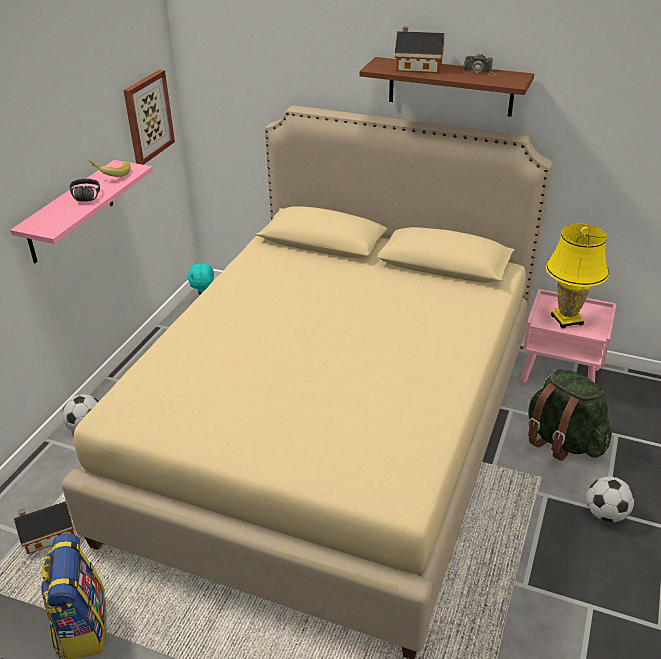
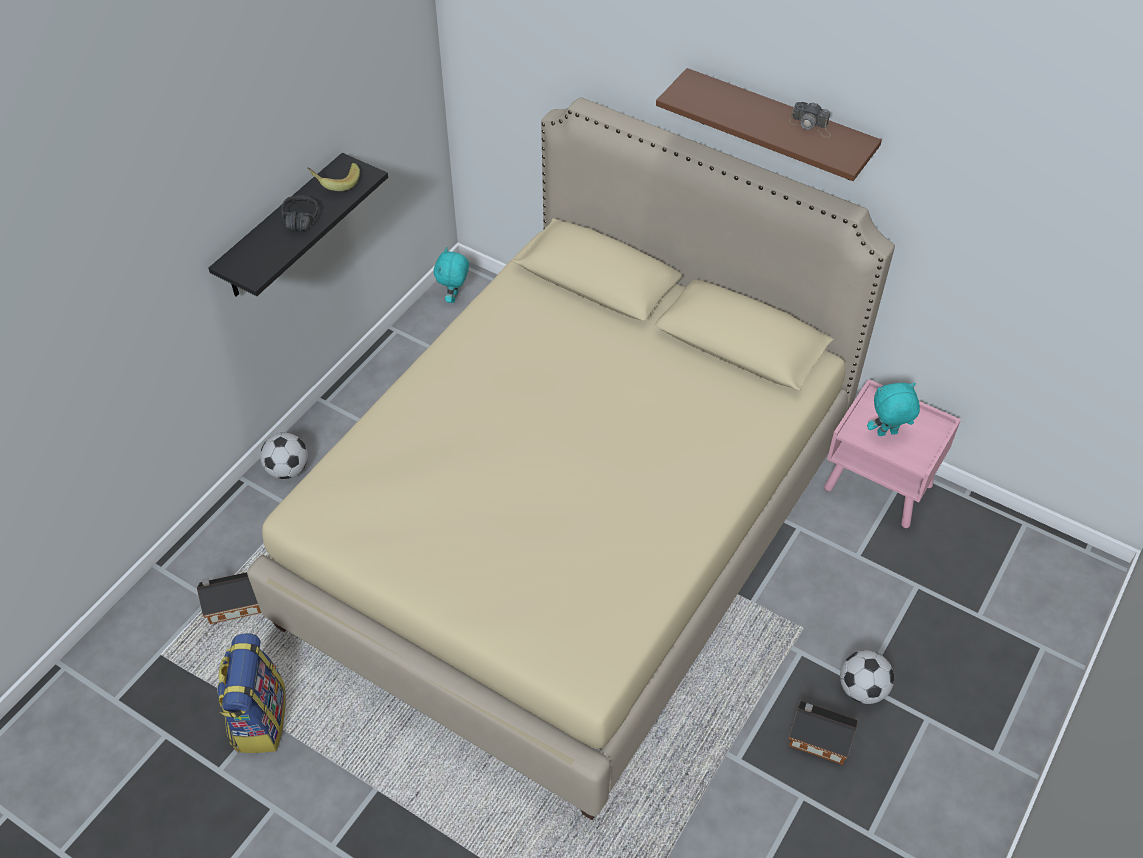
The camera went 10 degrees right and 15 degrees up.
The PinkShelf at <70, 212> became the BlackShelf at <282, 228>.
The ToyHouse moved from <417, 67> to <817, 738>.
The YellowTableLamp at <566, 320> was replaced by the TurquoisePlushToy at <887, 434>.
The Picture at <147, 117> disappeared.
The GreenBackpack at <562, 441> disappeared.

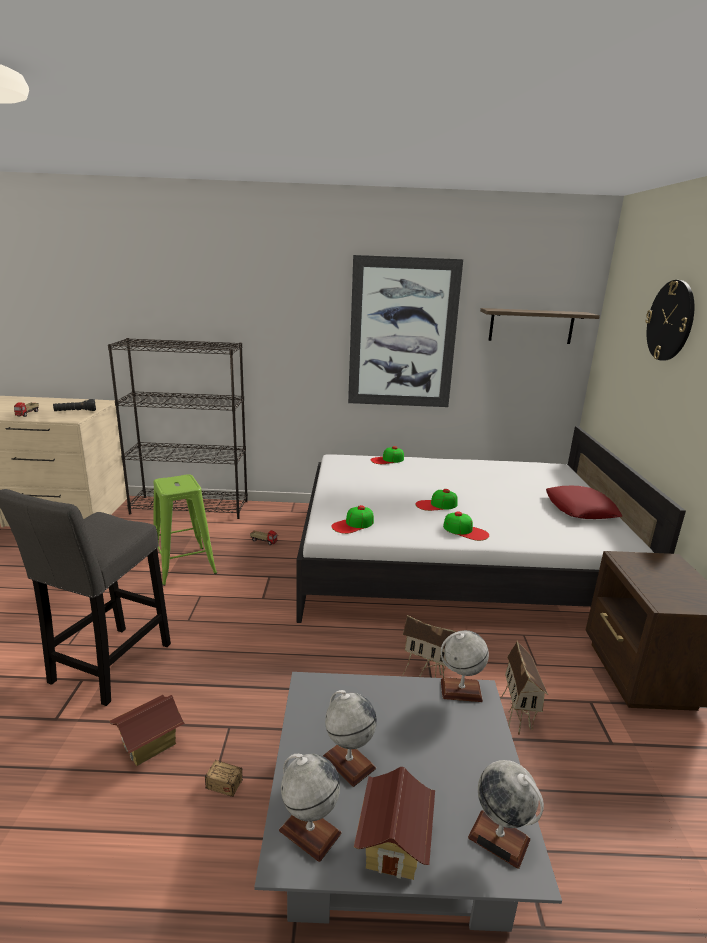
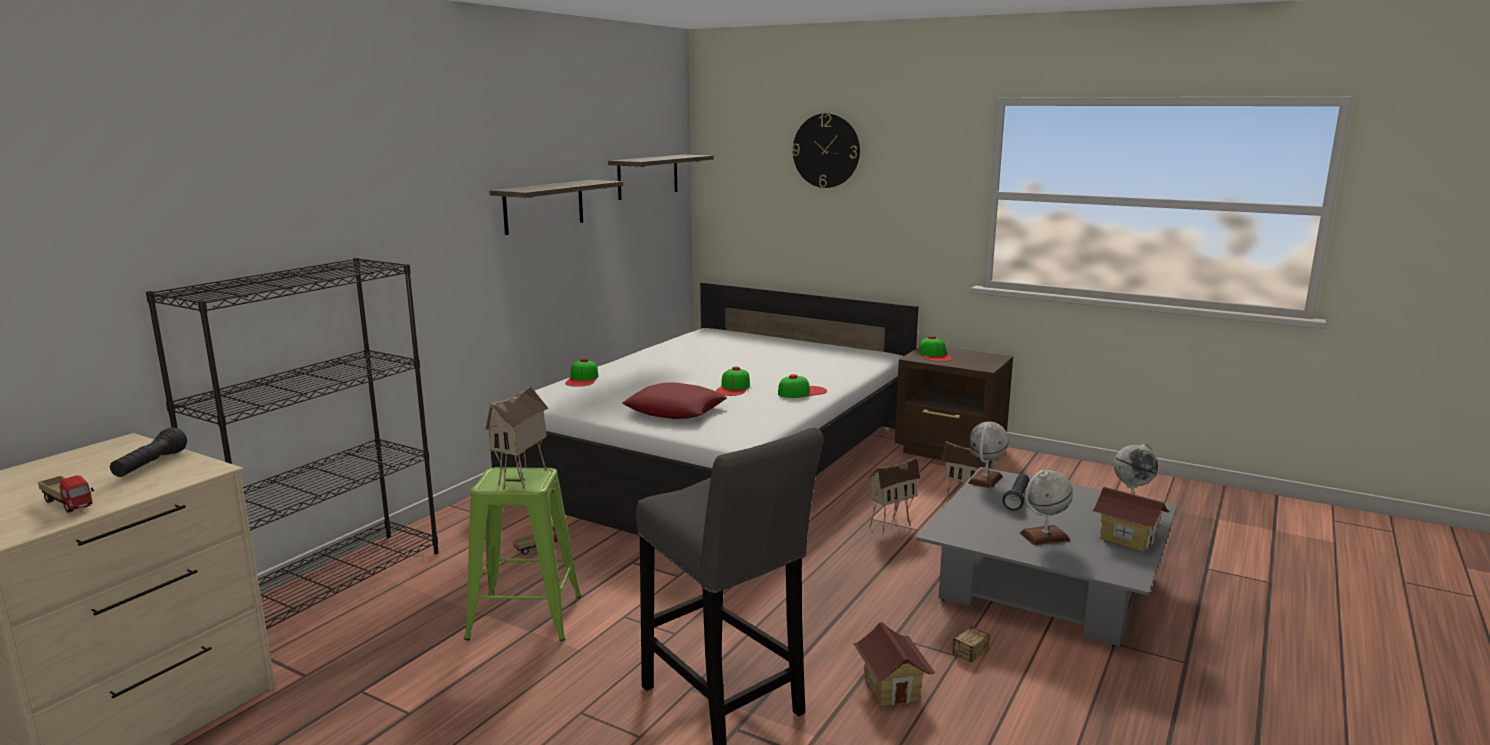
The camera went 60 degrees left and 5 degrees down.
The ToyHouse at <523, 480> appeared.
The Picture at <402, 334> was replaced by the Shelf at <544, 206>.
The RedPillow moved from <580, 509> to <675, 410>.
The Cap moved from <353, 524> to <935, 355>.
The BlackFlashlight at <1017, 499> appeared.
The Globe at <309, 831> disappeared.

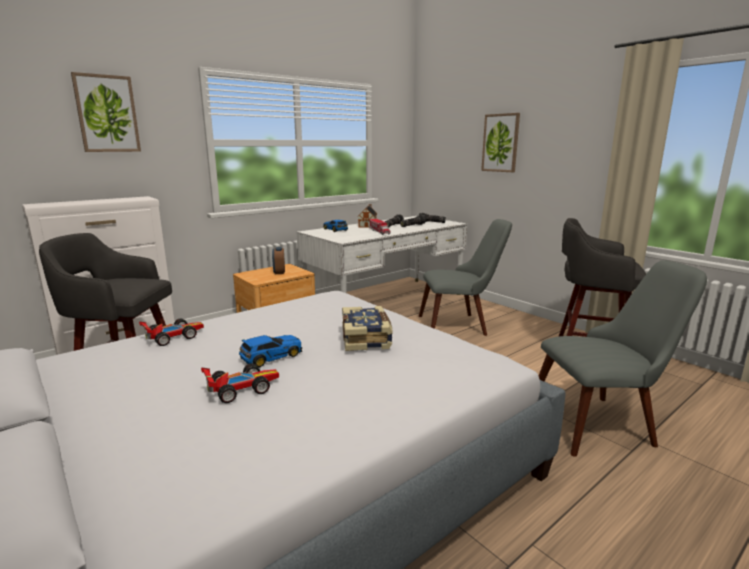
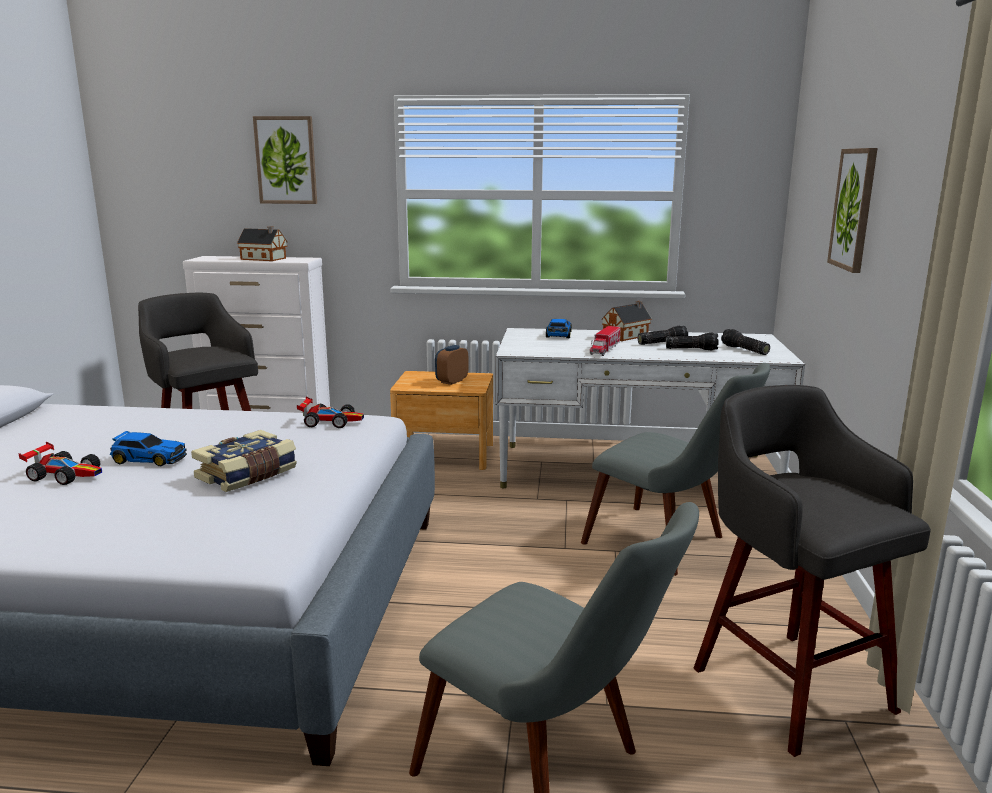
The camera went 45 degrees right and 0 degrees up.
The ToyHouse at <264, 259> appeared.
The ToyCar moved from <173, 337> to <331, 421>.

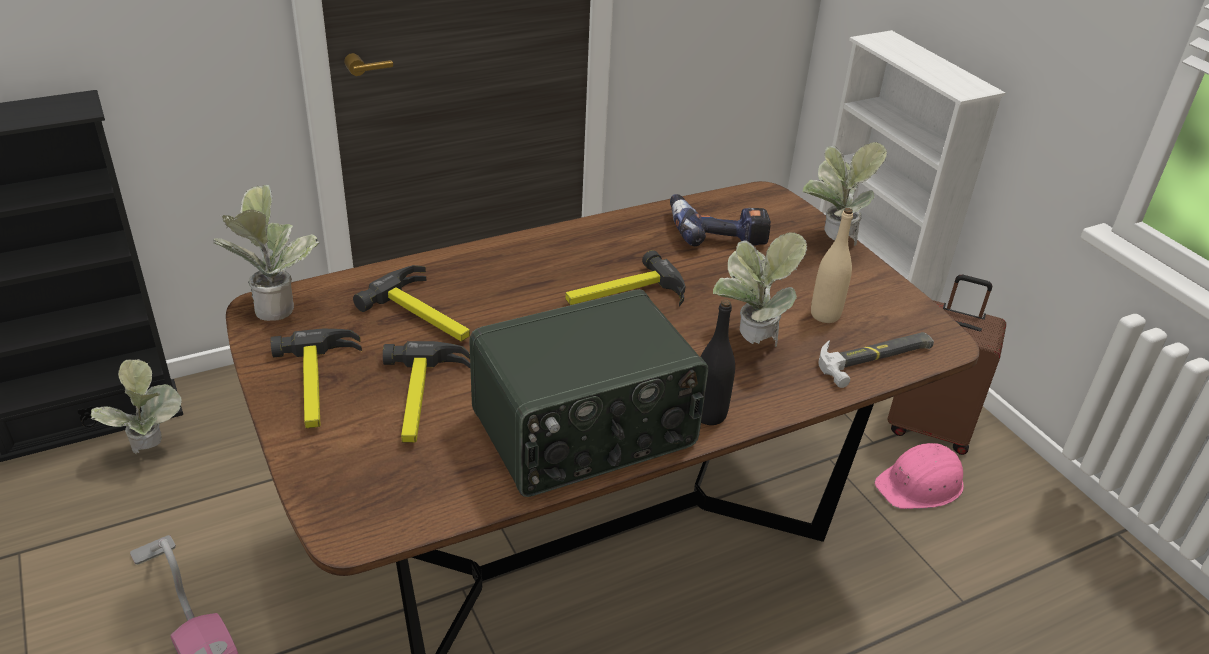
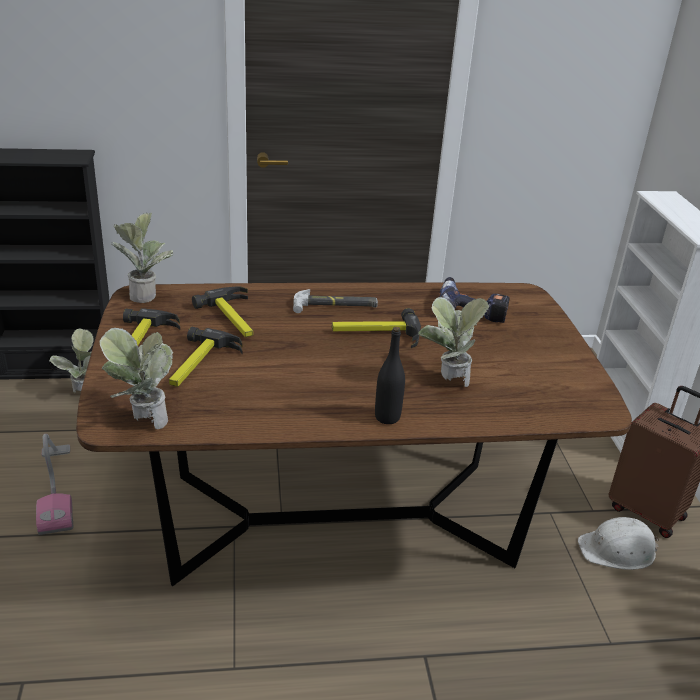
The camera went 20 degrees right and 5 degrees down.
The PottedPlant moved from <831, 242> to <142, 421>.
The Hammer moved from <876, 359> to <335, 305>.
The PinkHardHat at <921, 484> became the WhiteHardHat at <618, 550>.
The Radio at <585, 431> disappeared.
The BeigeBottle at <825, 315> disappeared.

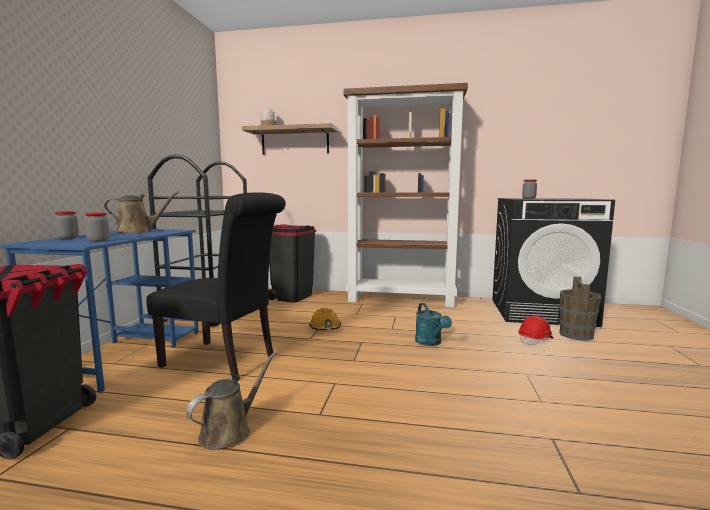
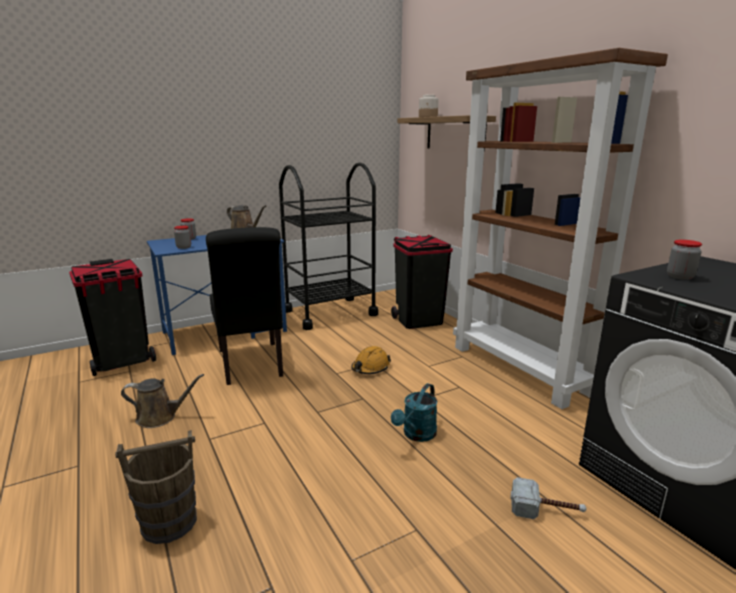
The camera went 50 degrees right and 10 degrees up.
The BrownBucket moved from <576, 335> to <168, 522>.
The RedHardHat at <535, 340> was replaced by the Hammer at <546, 510>.

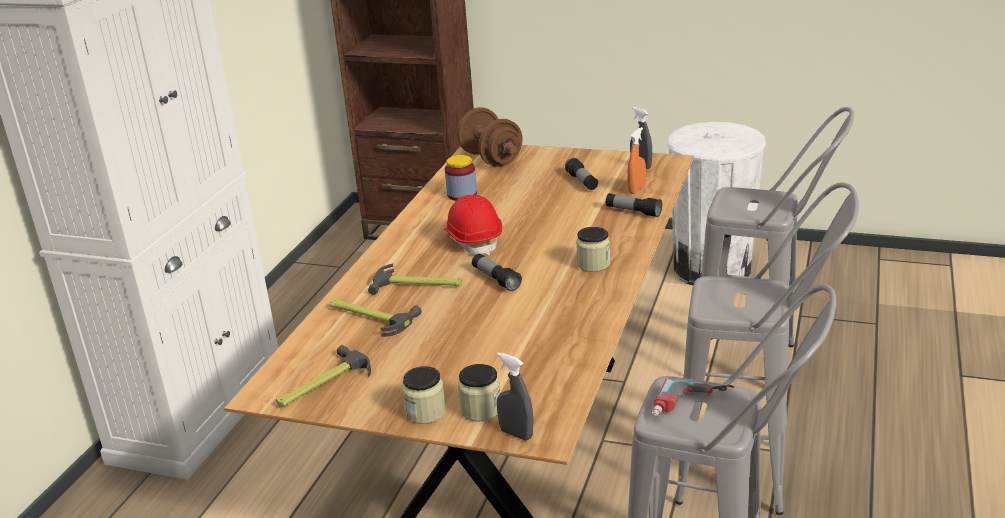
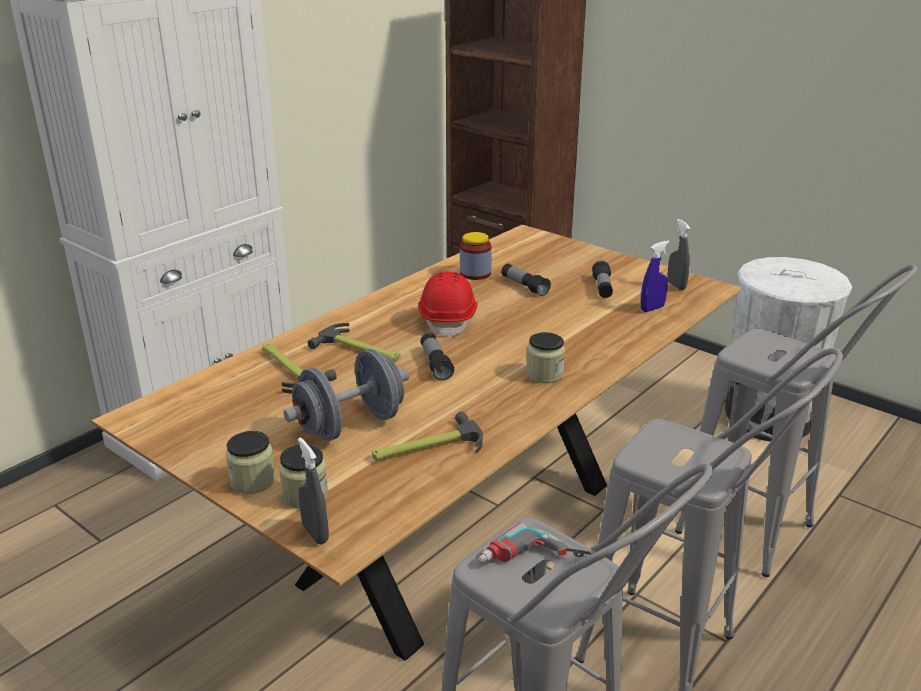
The camera went 20 degrees right and 0 degrees up.
The GreyDumbbell at <350, 425> appeared.
The Hammer moved from <322, 384> to <426, 447>.
The Flashlight moved from <633, 212> to <524, 286>.
The OrangeSprayBottle at <636, 190> became the BlueSprayBottle at <652, 308>.
The BrownDumbbell at <491, 159> disappeared.

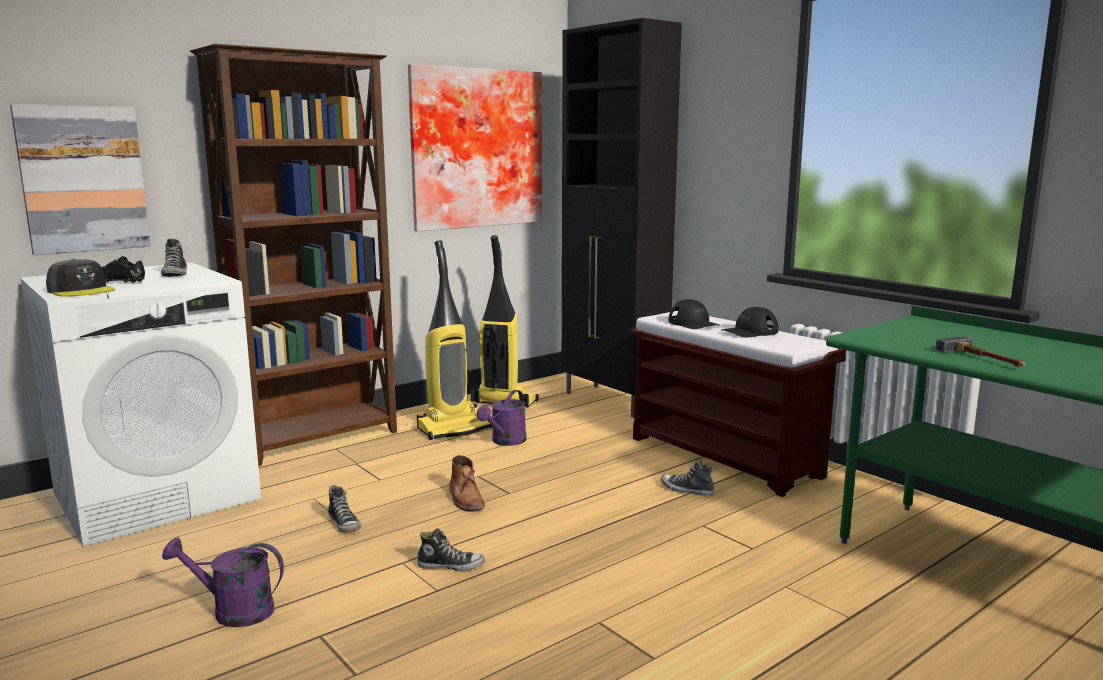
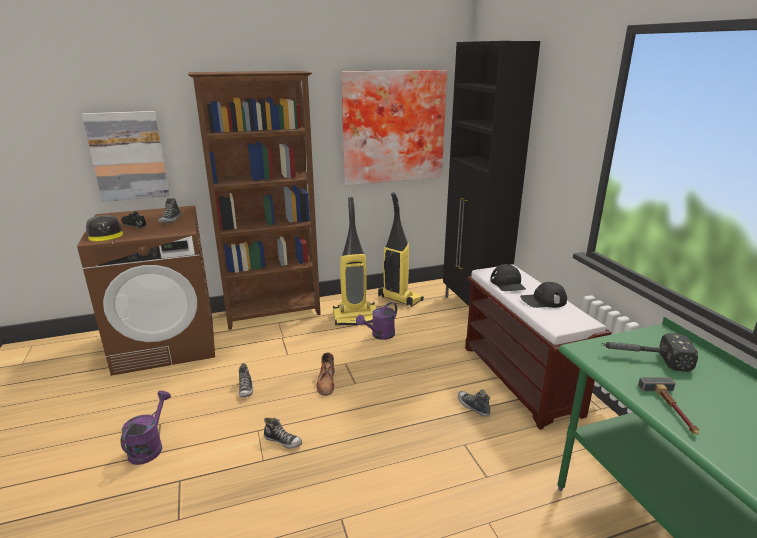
The camera went 20 degrees right and 10 degrees up.
The WhiteWashingMachine at <157, 495> became the BrownWashingMachine at <167, 342>.
The PurpleWateringCan at <233, 611> turned 75 degrees clockwise.
The Hammer at <642, 358> appeared.

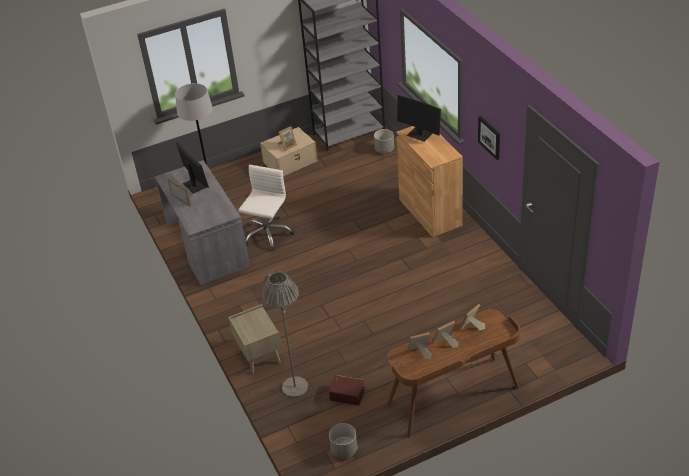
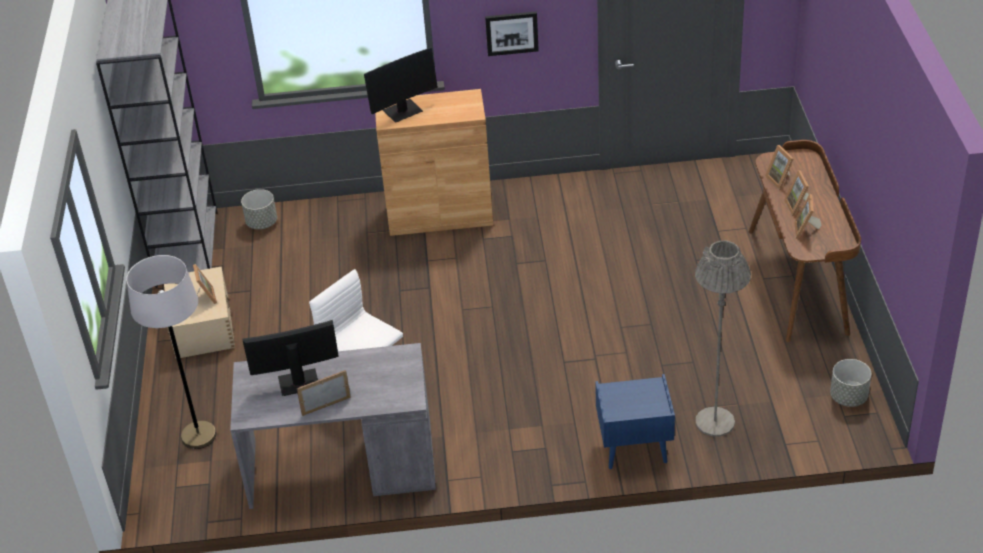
The camera went 70 degrees left and 0 degrees up.
The BeigeNightstand at <258, 356> became the BlueNightstand at <633, 449>.
The BrownStorageBox at <347, 394> disappeared.

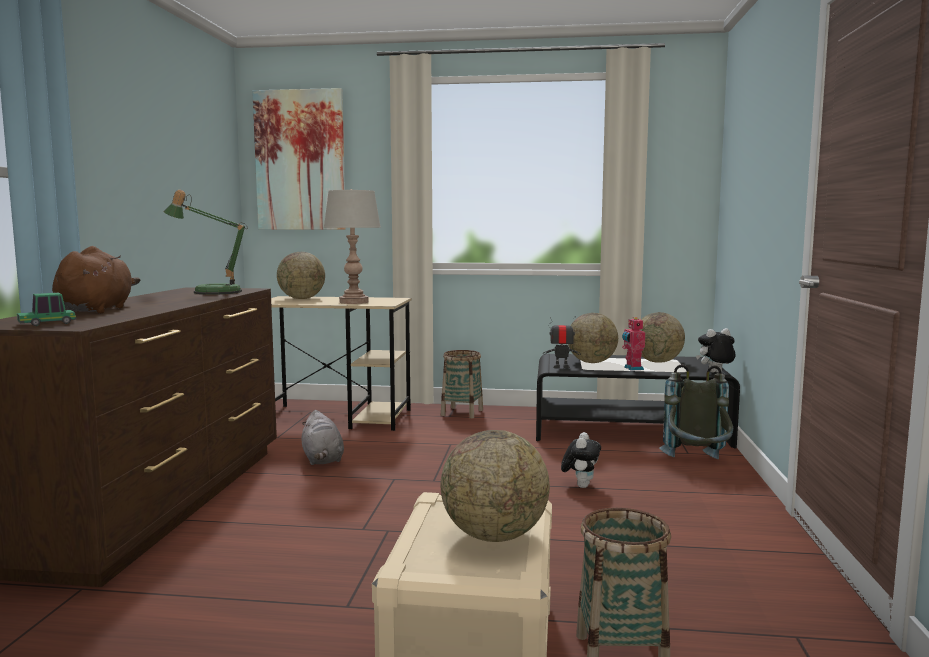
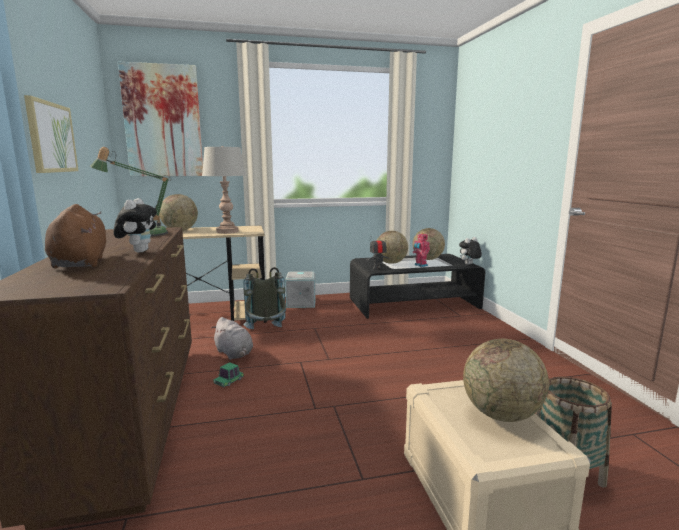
The camera went 20 degrees left and 5 degrees up.
The Picture at <51, 137> appeared.
The PlushToy moved from <580, 485> to <139, 251>.
The ToyCar moved from <47, 323> to <229, 381>.
The GreyBackpack moved from <697, 464> to <266, 332>.
The Basket at <462, 413> was replaced by the GreyStorageBox at <300, 303>.

